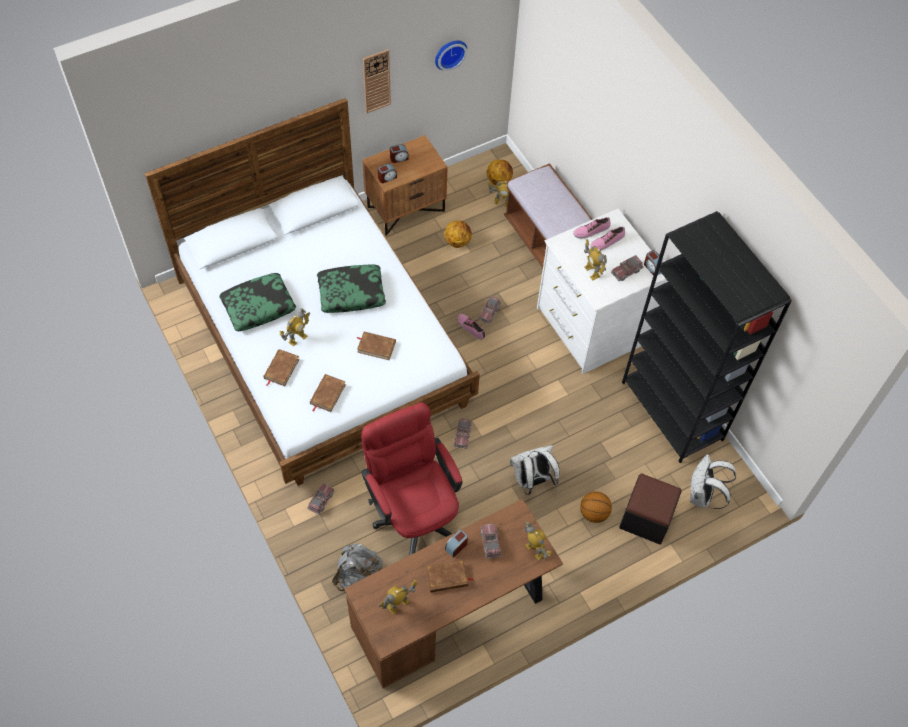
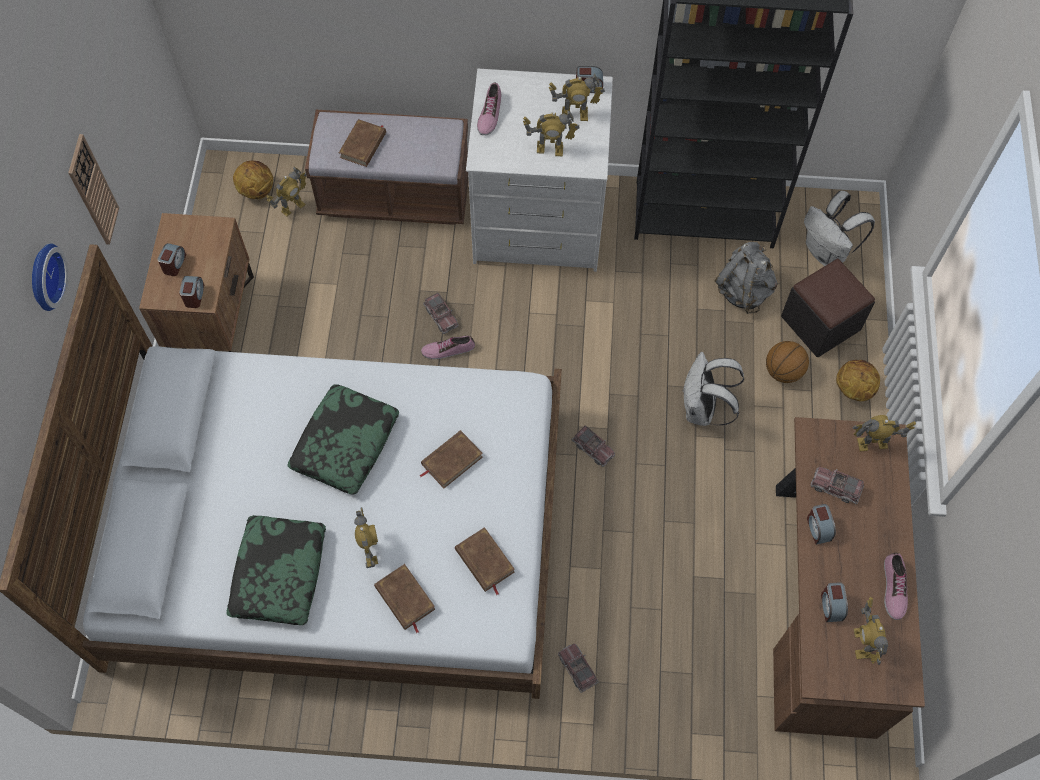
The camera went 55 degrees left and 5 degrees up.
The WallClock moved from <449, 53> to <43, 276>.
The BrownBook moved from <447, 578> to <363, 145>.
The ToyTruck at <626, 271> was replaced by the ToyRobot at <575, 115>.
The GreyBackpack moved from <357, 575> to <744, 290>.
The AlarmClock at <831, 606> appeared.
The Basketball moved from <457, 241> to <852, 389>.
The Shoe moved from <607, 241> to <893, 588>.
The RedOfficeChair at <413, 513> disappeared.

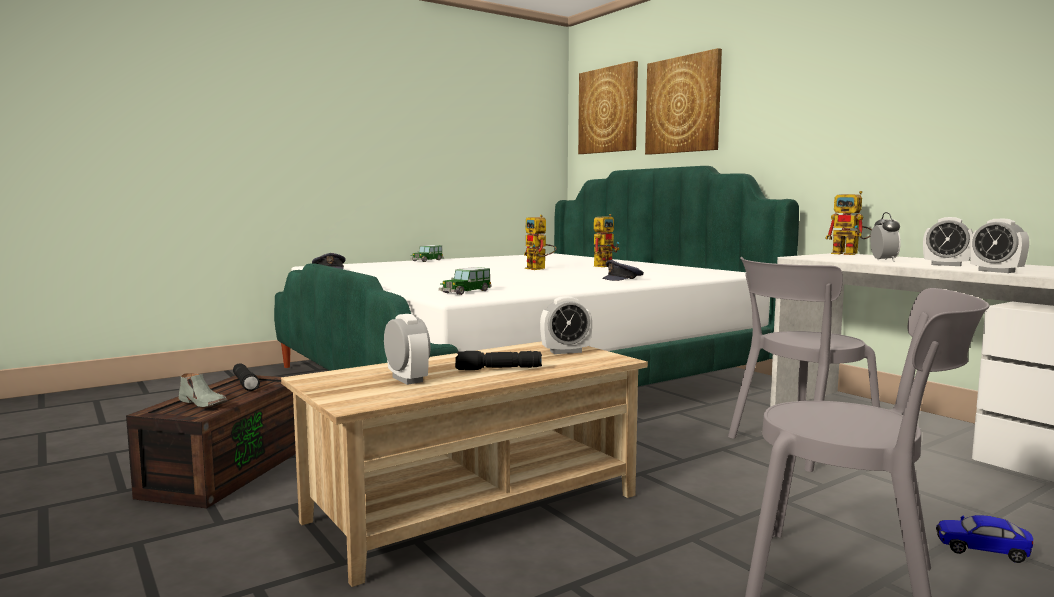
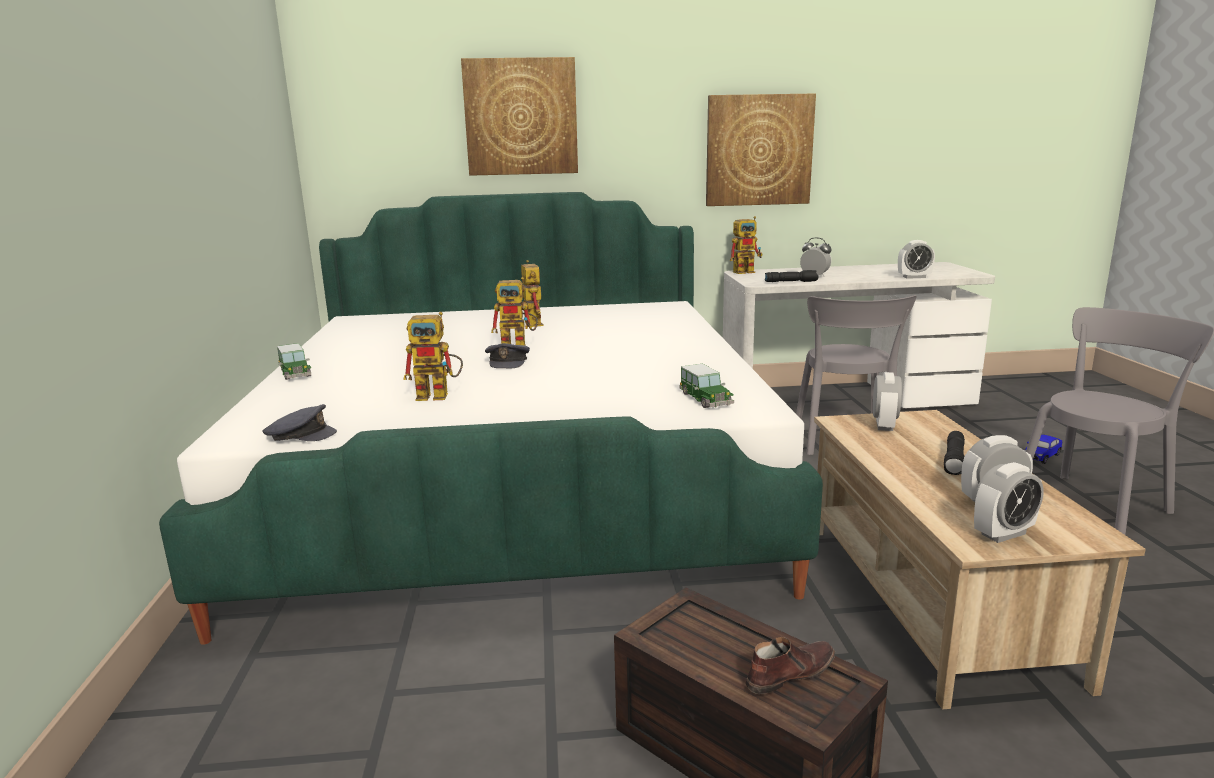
The camera went 60 degrees left and 10 degrees up.
The ToyRobot at <440, 395> appeared.
The GreyCap moved from <623, 279> to <508, 362>.
The Picture moved from <608, 110> to <758, 150>.
The GreyShoe at <204, 403> became the BrownShoe at <789, 673>.
The BlackFlashlight moved from <246, 383> to <791, 282>.
The AlarmClock moved from <946, 265> to <1003, 534>.

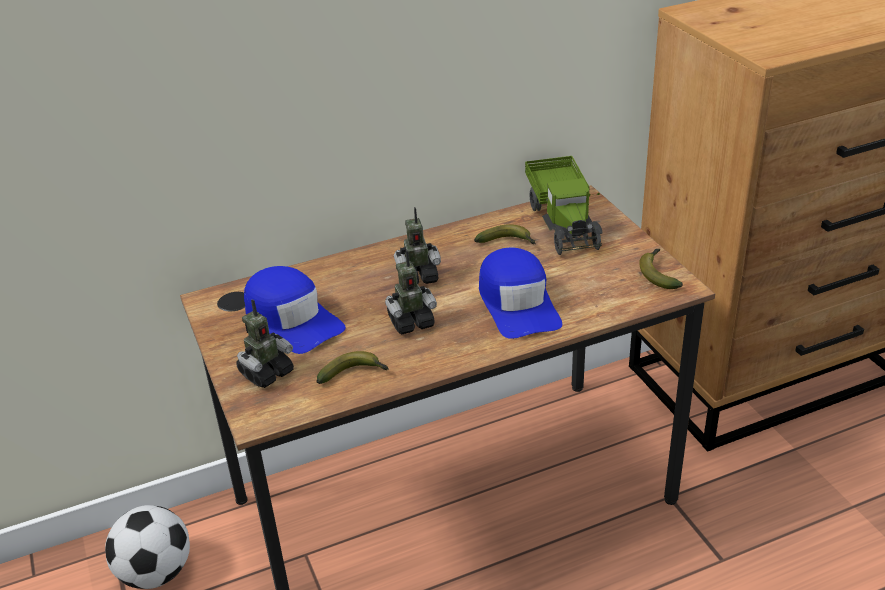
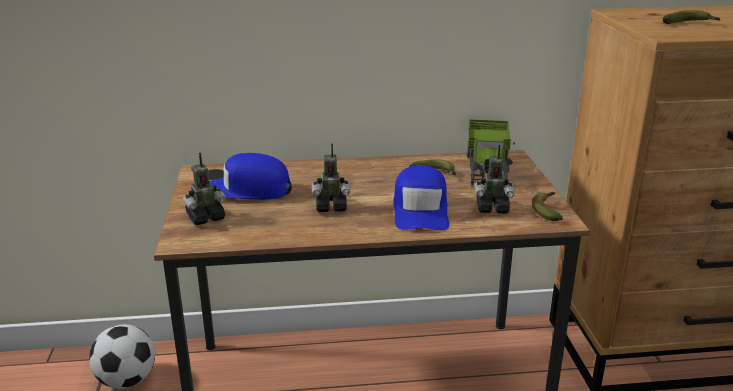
The camera went 15 degrees right and 10 degrees down.
The BlueCap at <292, 319> turned 120 degrees clockwise.
The ToyRobot moved from <418, 277> to <492, 208>.
The Banana moved from <354, 374> to <689, 24>.

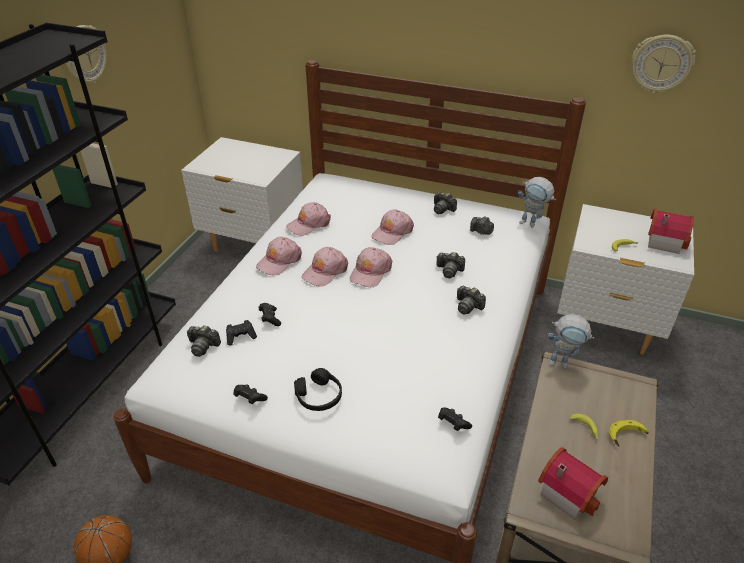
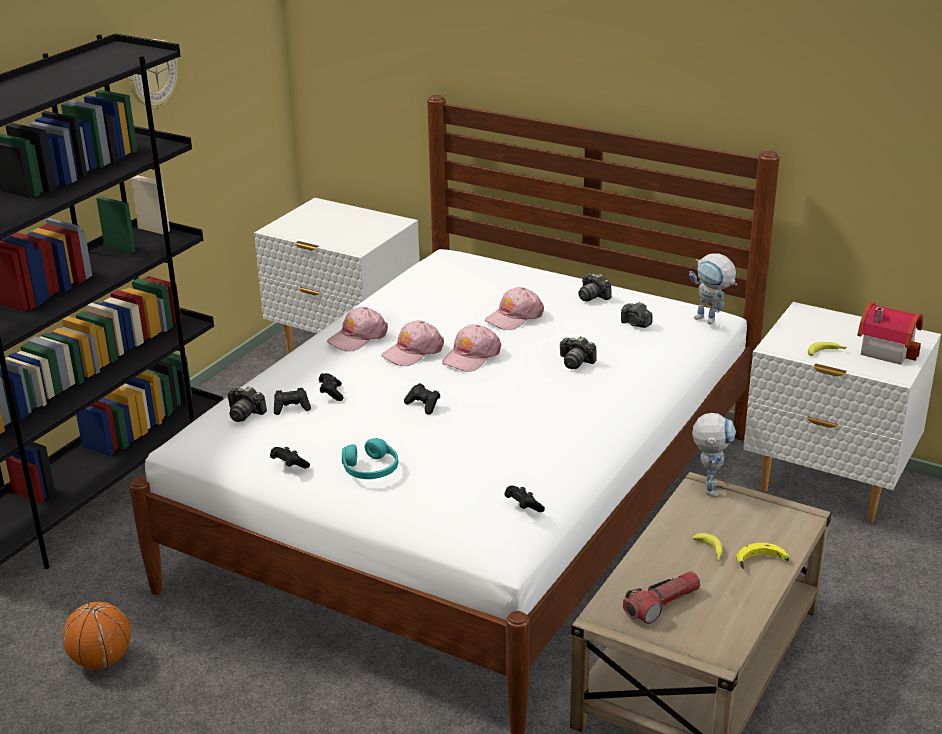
The camera went 10 degrees right and 10 degrees down.
The BlackHeadphones at <319, 396> became the TurquoiseHeadphones at <370, 469>.
The BlackGameController at <423, 405> appeared.
The ToyHouse at <568, 491> was replaced by the Flashlight at <662, 605>.
The ToyRobot at <563, 363> turned 105 degrees counterclockwise.
The PinkCap at <309, 224> disappeared.
The PhotoCamera at <468, 306> disappeared.
The WallClock at <661, 64> disappeared.

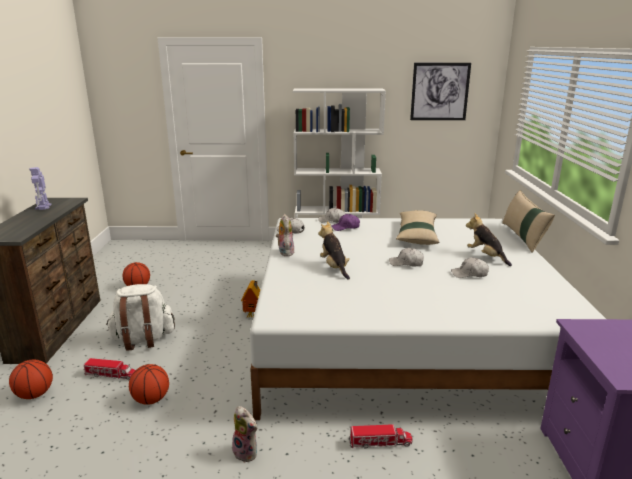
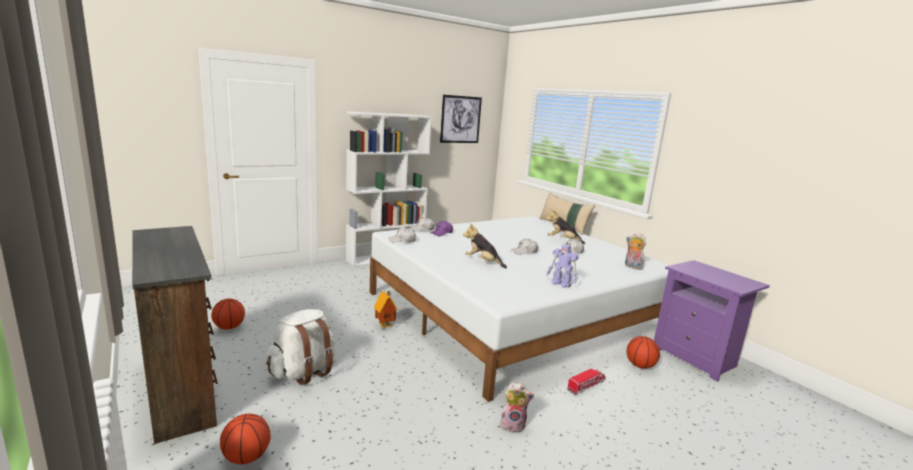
The camera went 35 degrees left and 5 degrees down.
The ToyRobot moved from <43, 207> to <561, 284>.
The PlushToy moved from <285, 252> to <632, 267>.
The Basketball moved from <151, 400> to <640, 366>.
The ToyTruck at <111, 375> disappeared.
The BeigePillow at <417, 234> disappeared.

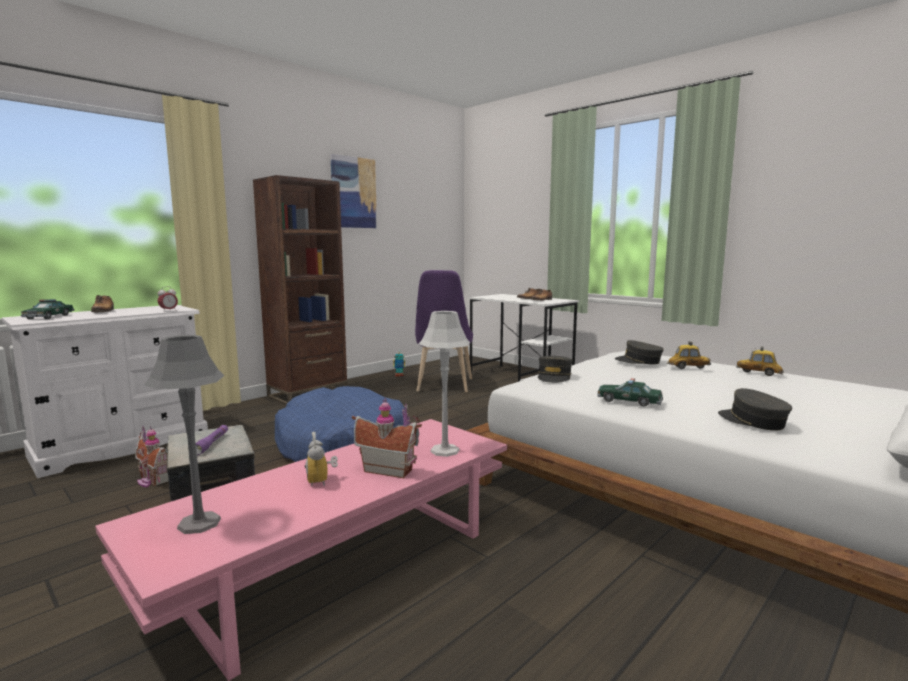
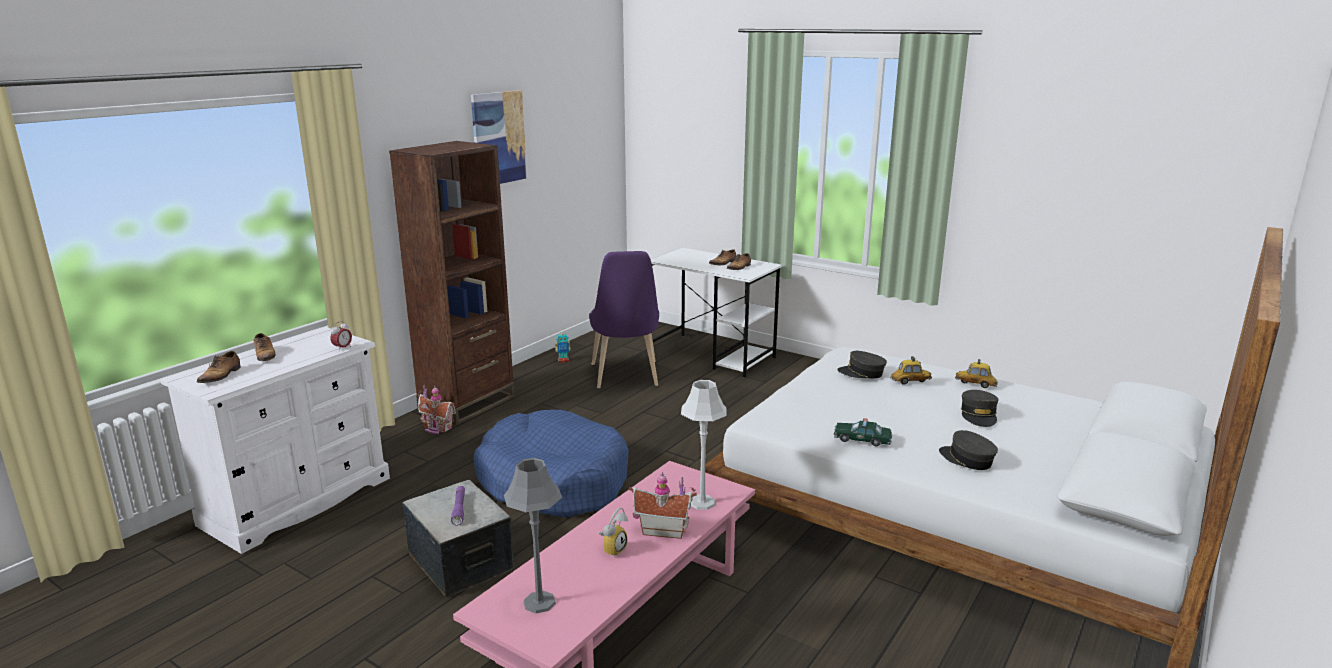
The camera went 10 degrees left and 10 degrees up.
The ToyCar at <49, 317> was replaced by the Shoe at <221, 376>.
The ToyHouse moved from <152, 480> to <436, 429>.
The AlarmClock at <322, 481> turned 120 degrees counterclockwise.
The GreyCap moved from <554, 377> to <978, 415>.

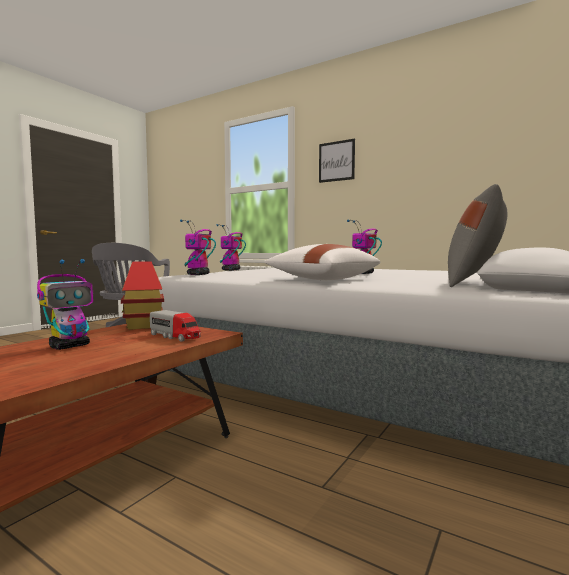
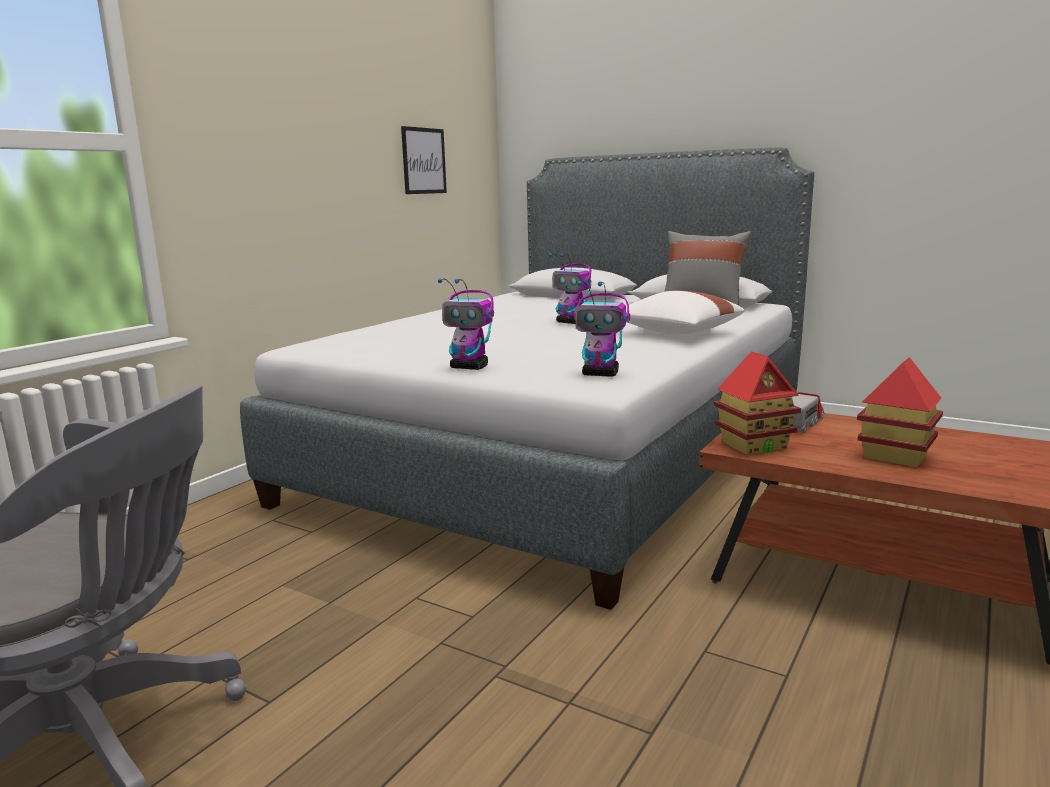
The camera went 90 degrees left and 10 degrees up.
The Picture moved from <336, 161> to <424, 161>.
The ToyRobot at <70, 346> was replaced by the ToyHouse at <895, 456>.

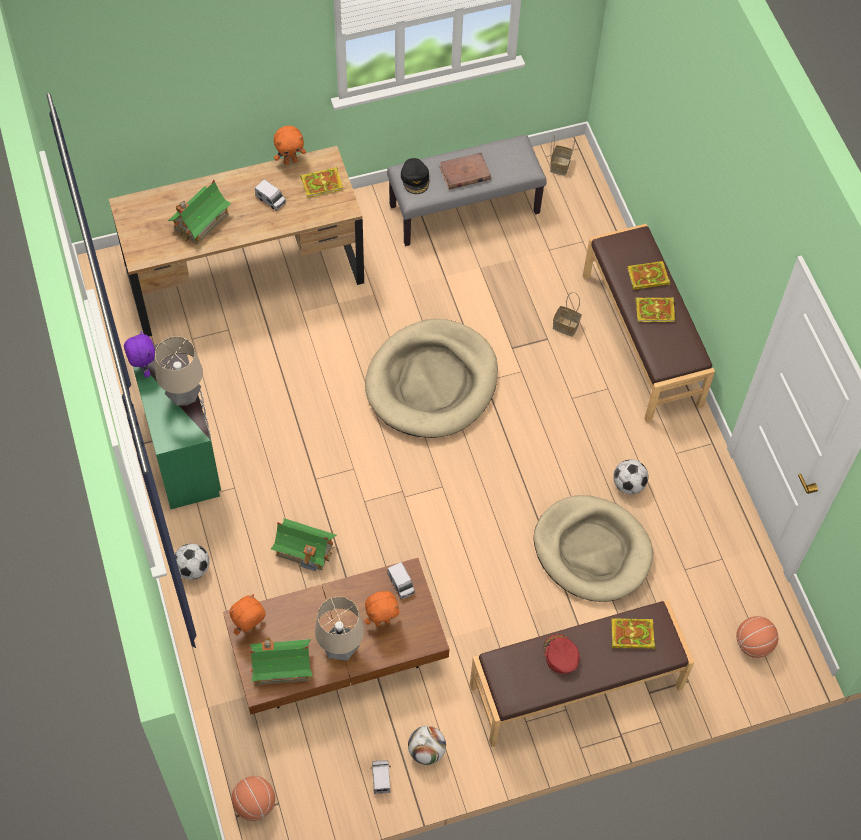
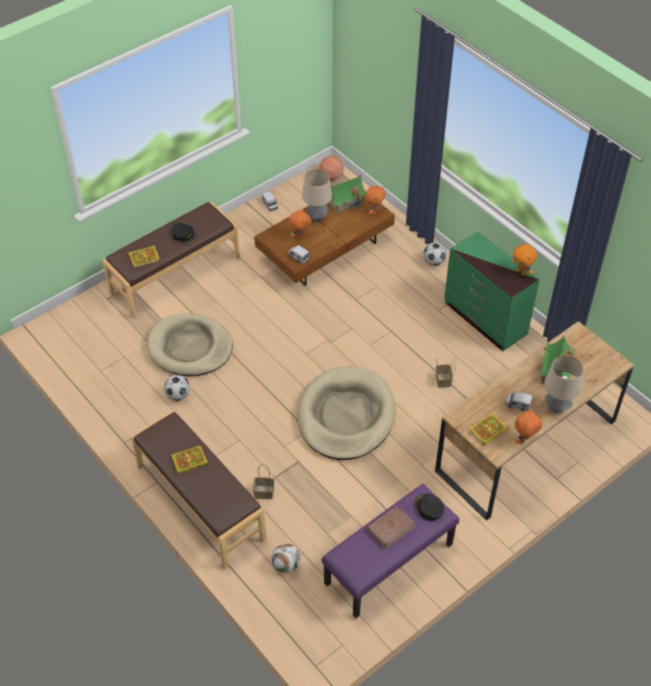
The camera went 160 degrees right and 10 degrees down.
The RedCap at <560, 655> became the BlackCap at <184, 236>.
The Football moved from <426, 751> to <286, 565>.
The GreyBench at <464, 208> became the PurpleBench at <389, 565>.
The Basket moved from <559, 165> to <443, 381>.
The PurplePlushToy at <143, 368> became the OrangePlushToy at <521, 272>.
The TableLamp moved from <184, 397> to <557, 407>.
The ToyHouse at <304, 549> disappeared.
The Book at <647, 277> disappeared.
The Basketball at <753, 644> disappeared.

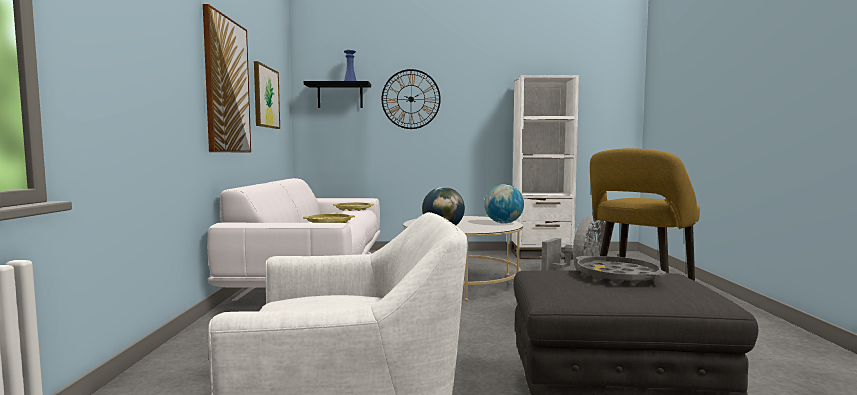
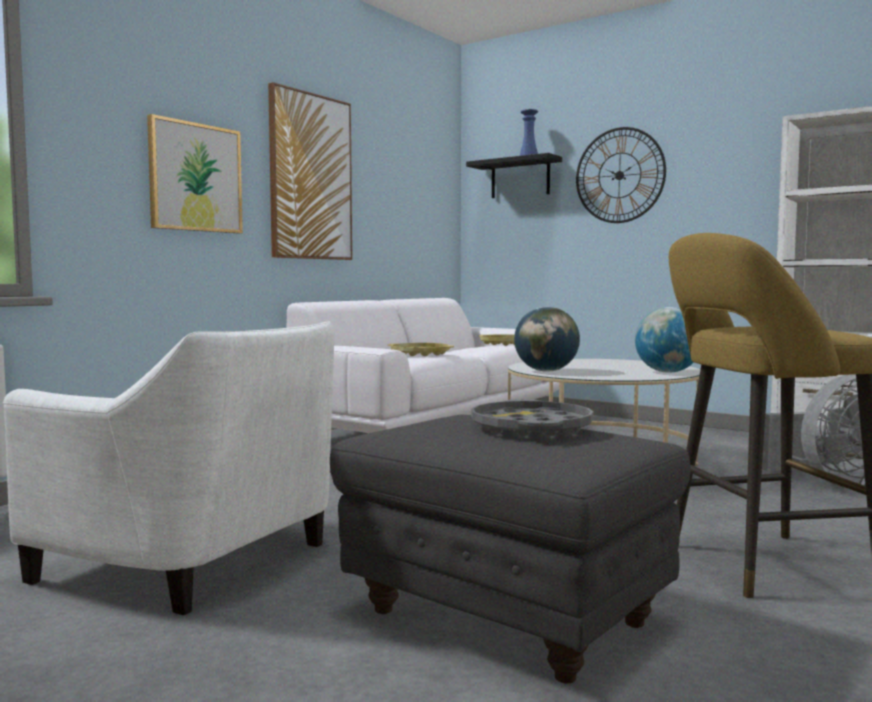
The camera went 35 degrees right and 0 degrees up.
The Picture moved from <266, 97> to <195, 177>.

